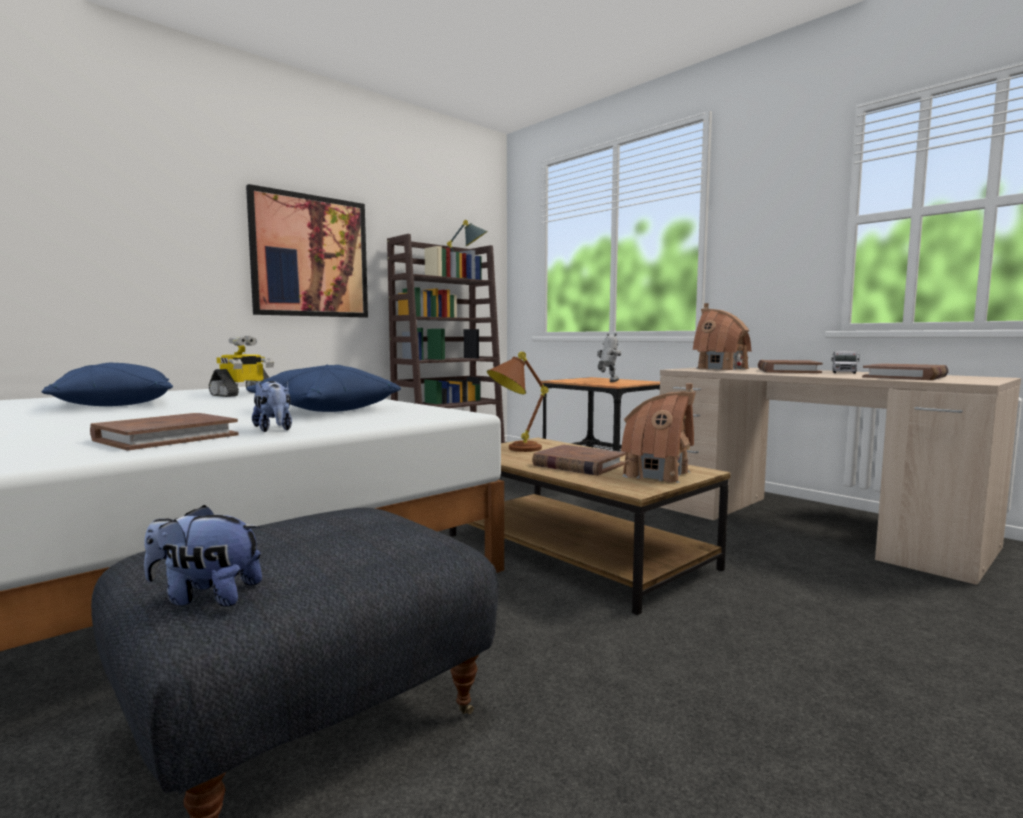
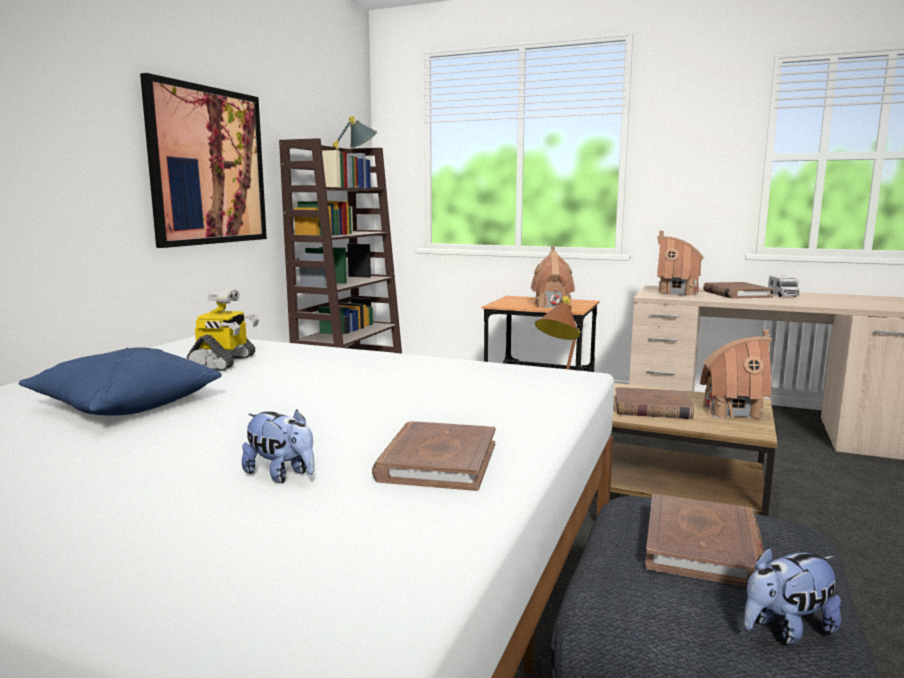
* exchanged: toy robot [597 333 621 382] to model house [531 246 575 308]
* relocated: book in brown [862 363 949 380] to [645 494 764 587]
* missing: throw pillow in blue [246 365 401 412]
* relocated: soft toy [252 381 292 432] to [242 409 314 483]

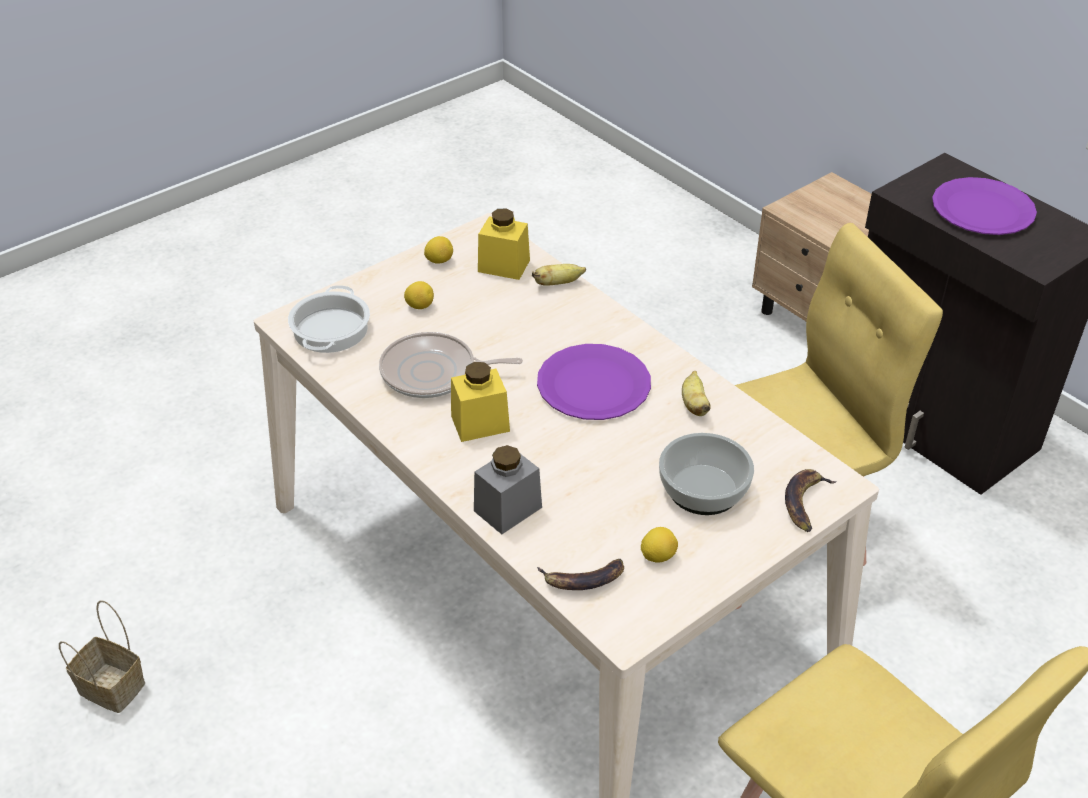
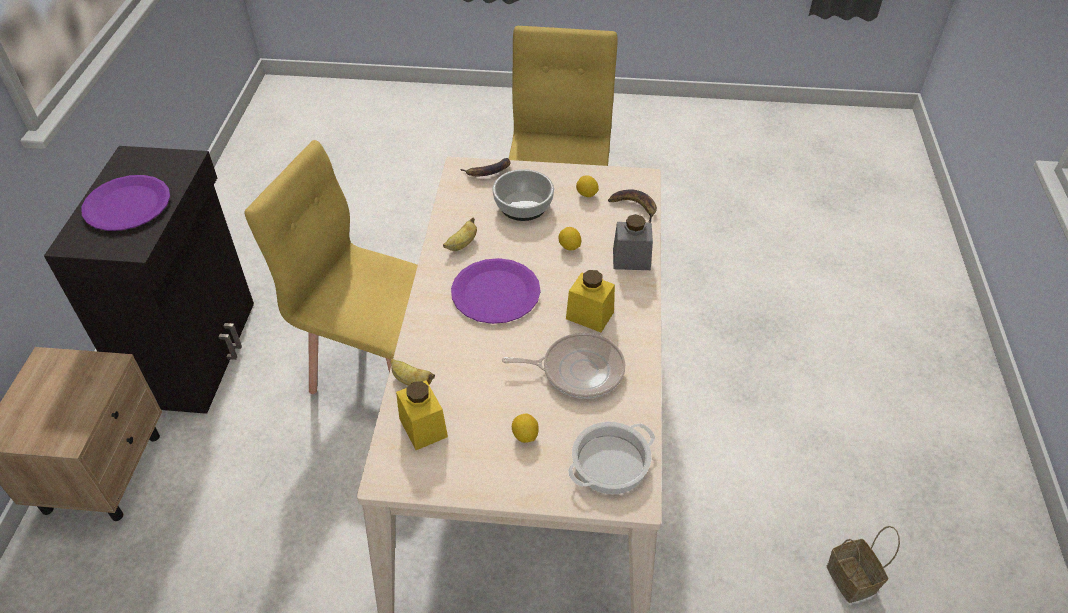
* relocated: citrus fruit [424 236 453 264] to [558 227 581 251]
* spun: pan [379 332 523 398] = [502 333 625 399] 45 degrees counterclockwise

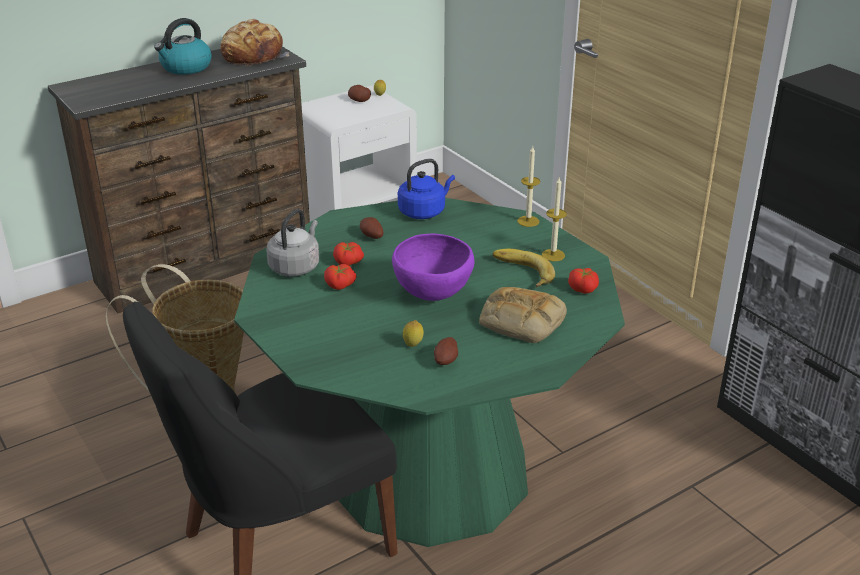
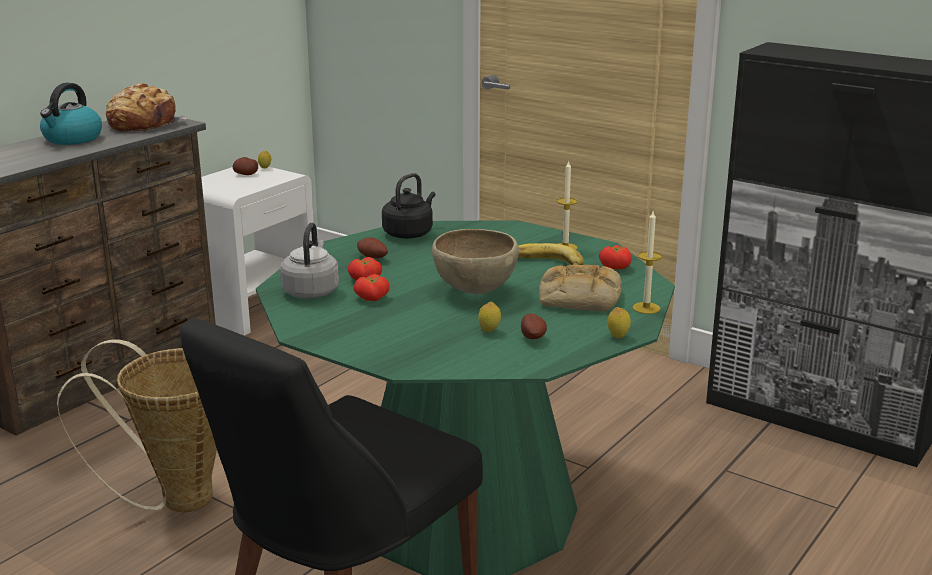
* relocated: candle [517 146 540 227] to [633 211 662 314]
* colour: kettle in blue [398 159 455 219] to kettle in blackish [382 173 435 238]
* colour: deep dish in purplish [392 234 474 301] to deep dish in brown [432 229 519 295]
* appeared: citrus fruit [608 307 631 339]

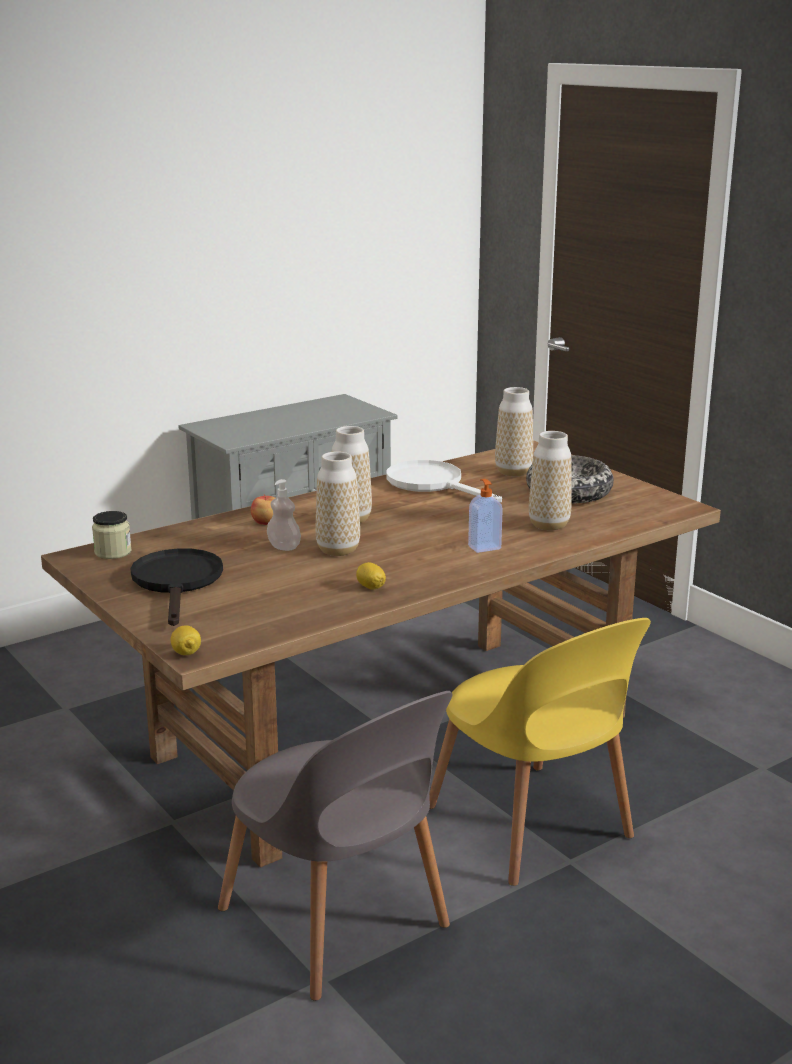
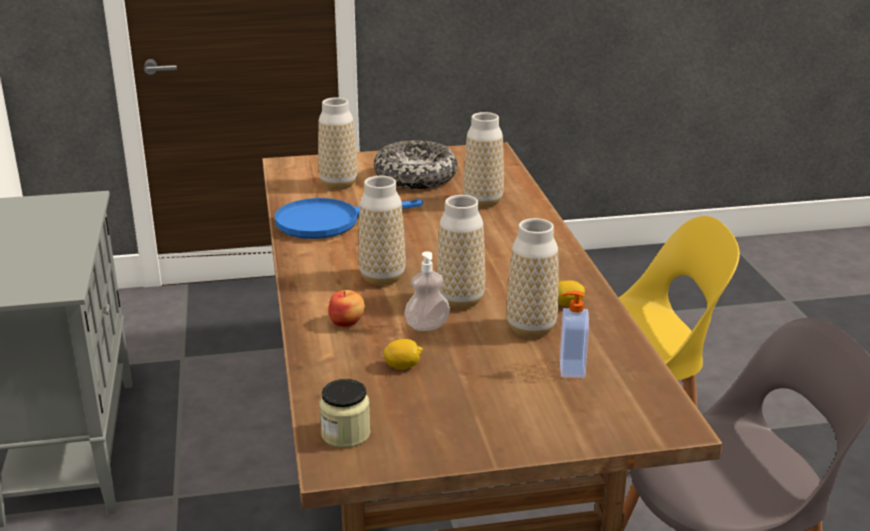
* colour: pan in white [386 460 502 503] to pan in blue [275 198 423 239]
* relocated: liquid soap bottle [468 479 503 553] to [560 291 589 378]
* missing: pan in blackish [130 548 223 626]
* relocated: citrus fruit [170 626 201 655] to [383 339 423 369]
* appeared: vase [507 218 559 338]

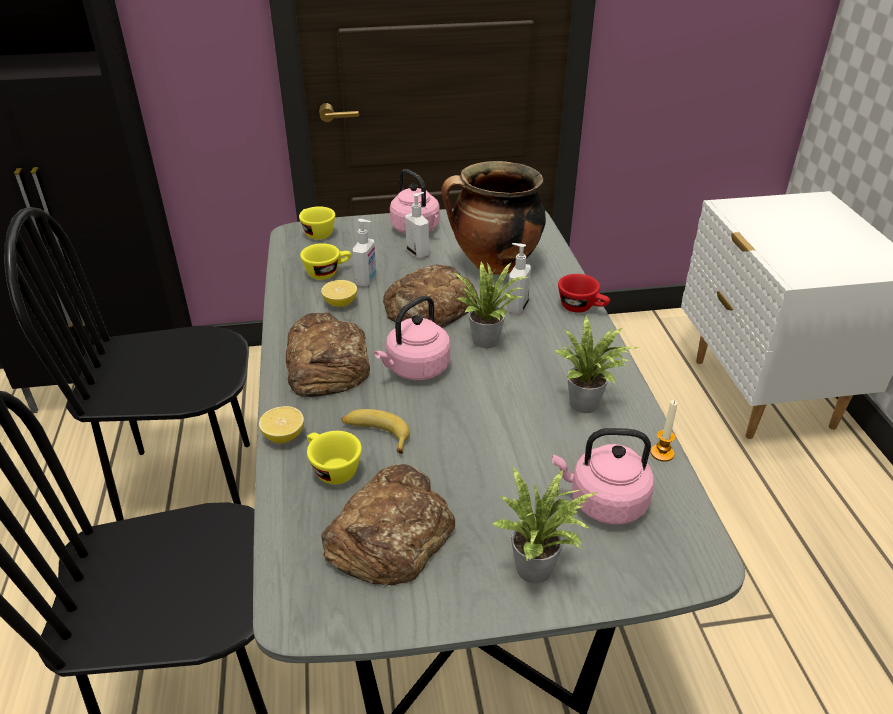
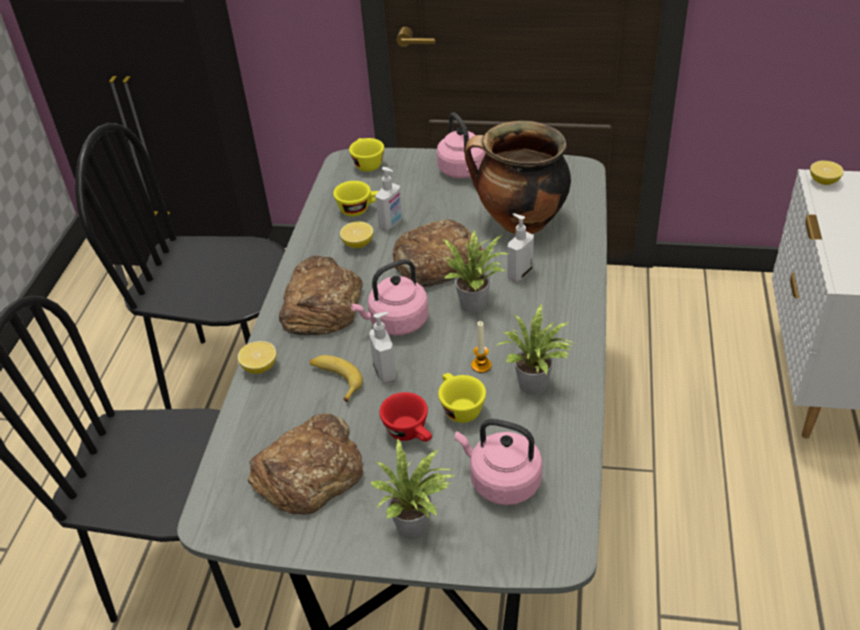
* relocated: liquid soap bottle [405 192 429 258] to [369 312 396 383]
* relocated: small cup in red-coloured [558 274 610 313] to [379 392 432 442]
* relocated: candle [650 400 677 462] to [471 321 492 373]
* relocated: small cup in yellow [307 431 362 485] to [438 373 486 423]
* appeared: citrus fruit [810 161 844 185]

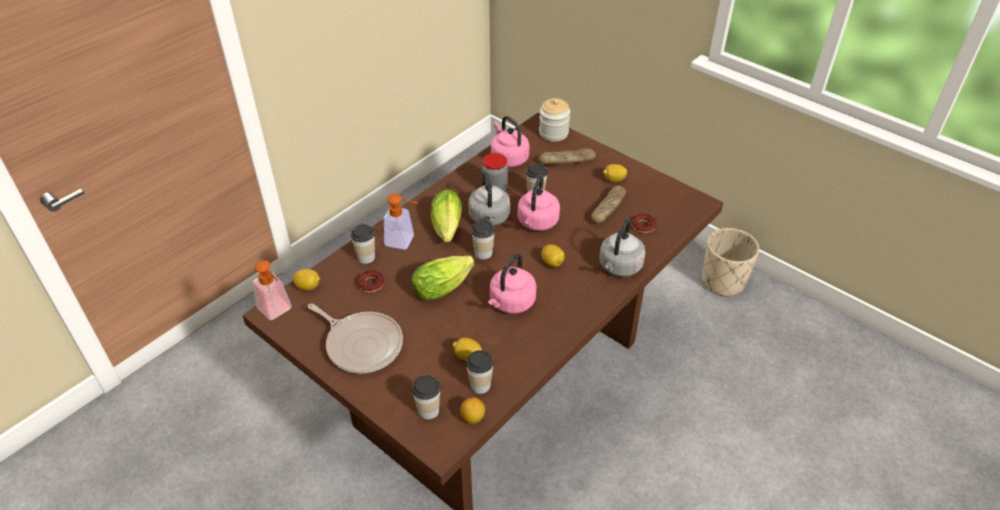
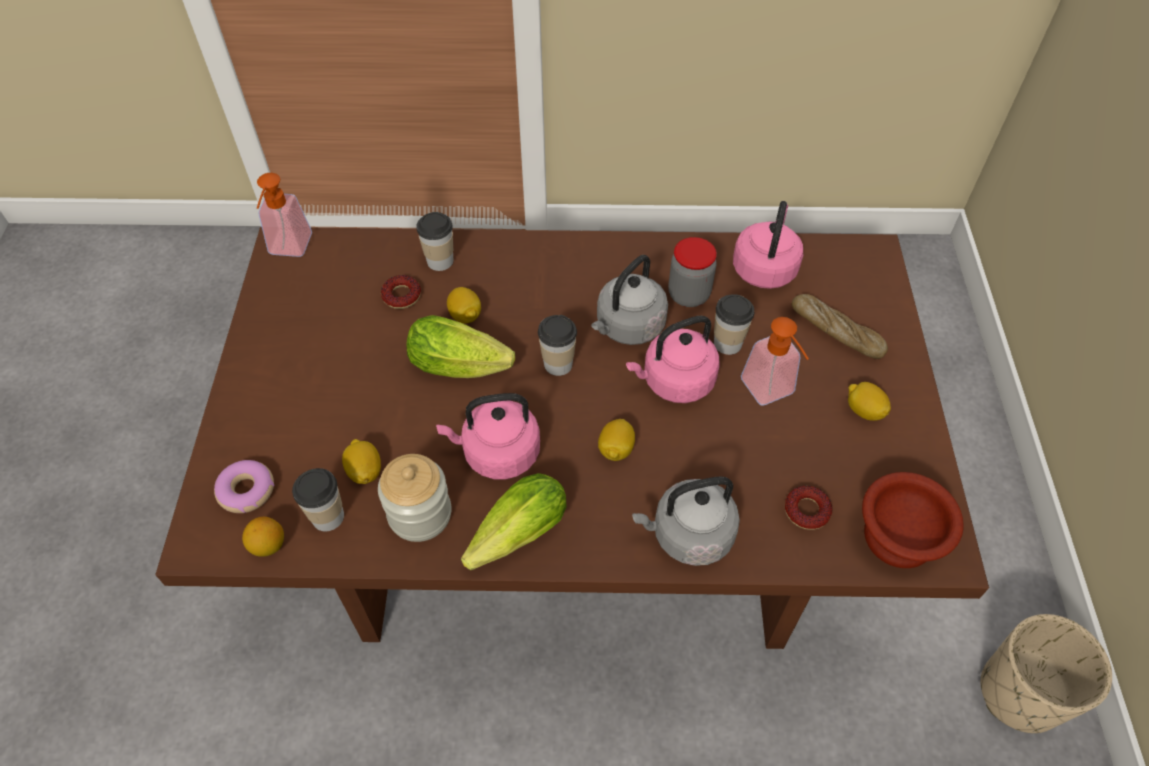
* relocated: storage jar [539 98 570 142] to [378 454 452 542]
* missing: bakery bread [591 185 626 223]
* relocated: lettuce [431 189 462 242] to [461 473 567 570]
* relocated: liquid soap bottle [384 194 418 250] to [741 317 809 406]
* relocated: citrus fruit [293 269 320 291] to [447 287 481 323]
* missing: pan [308 303 403 373]
* exchanged: small cup [412 375 440 420] to doughnut [214 460 274 513]
* appeared: deep dish in brown [862 472 964 568]

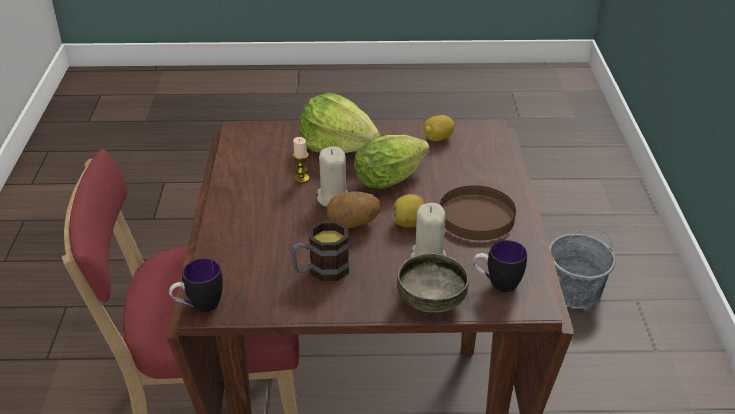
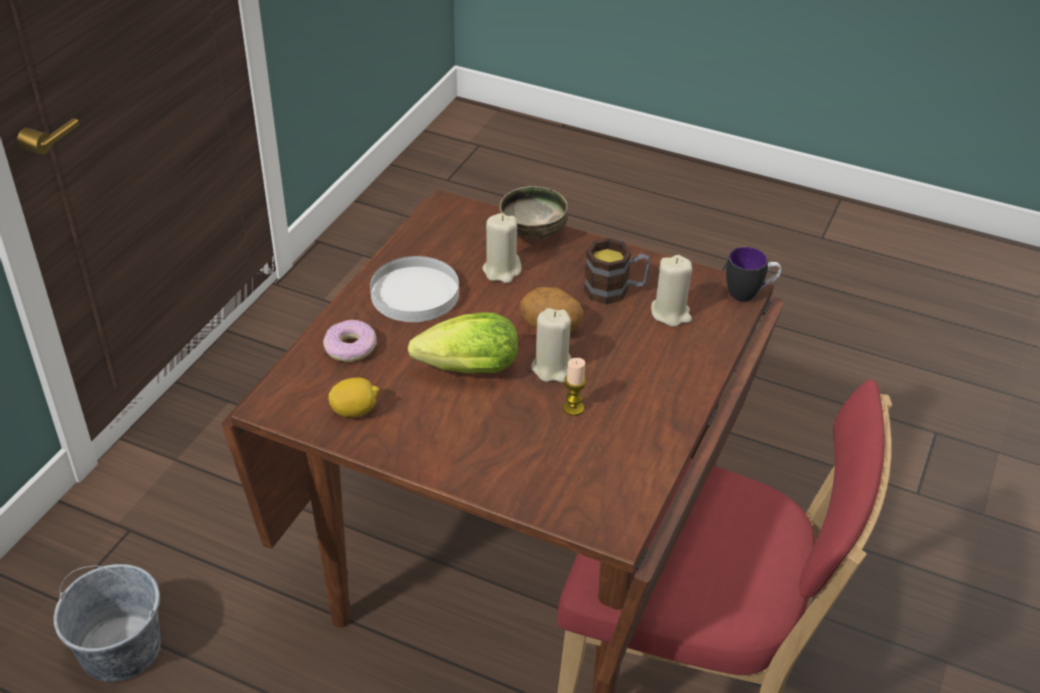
* missing: lettuce [299 93 381 153]
* colour: flat dish in brown [440 185 516 240] to flat dish in white [370 256 459 322]
* missing: citrus fruit [392 194 424 227]
* missing: coffee mug [473 240 527 292]
* appeared: candle in beige-coloured [651 255 692 327]
* appeared: doughnut [323 320 377 362]

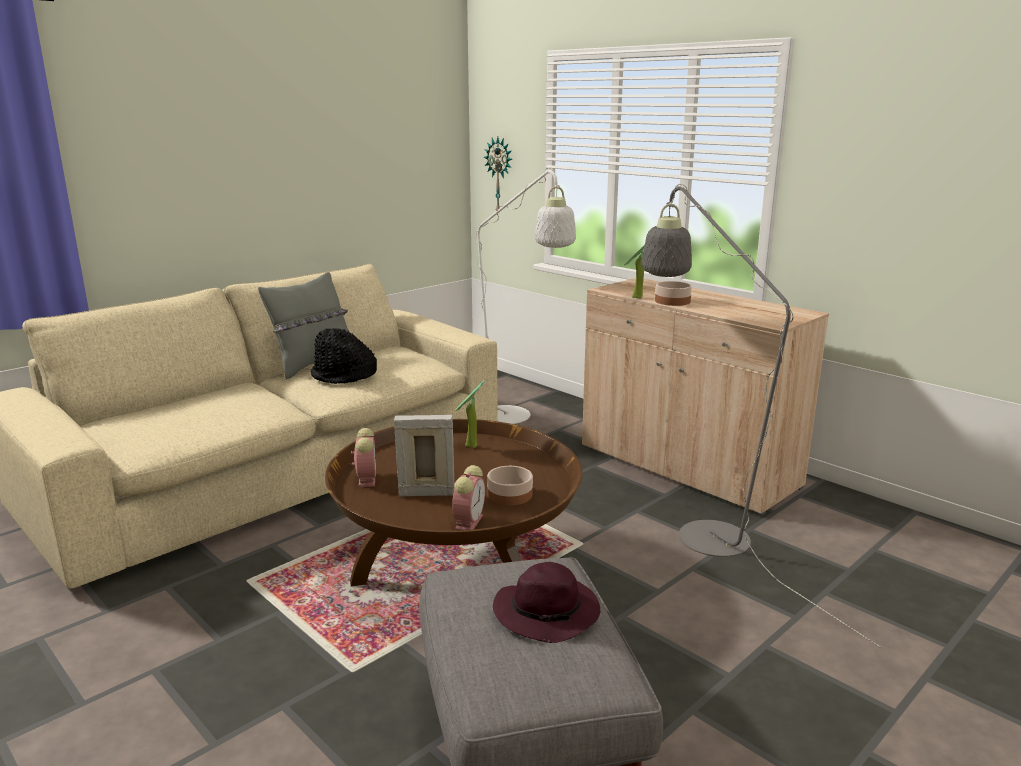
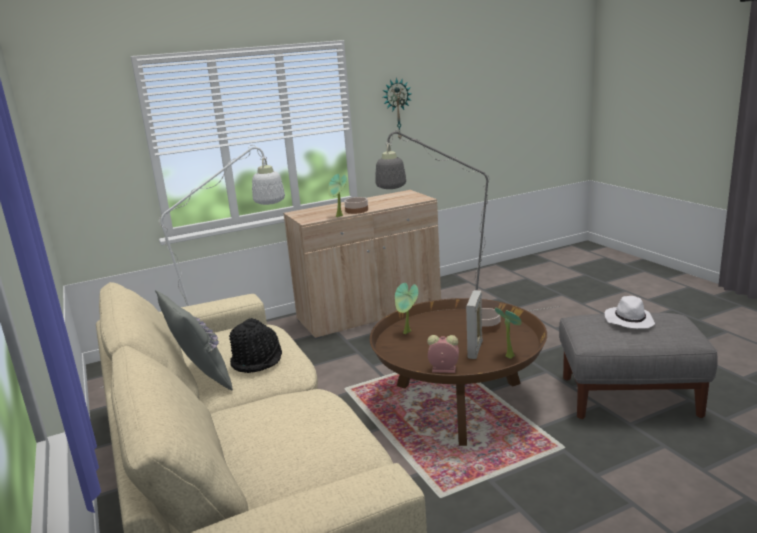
* relocated: clock on the wall [484 137 513 211] to [383 78 412 139]
* missing: alarm clock [452 465 485 530]
* colour: wearable hat in purplish [493 562 600 643] to wearable hat in white [604 296 655 328]
* appeared: potted plant [495 308 521 359]

